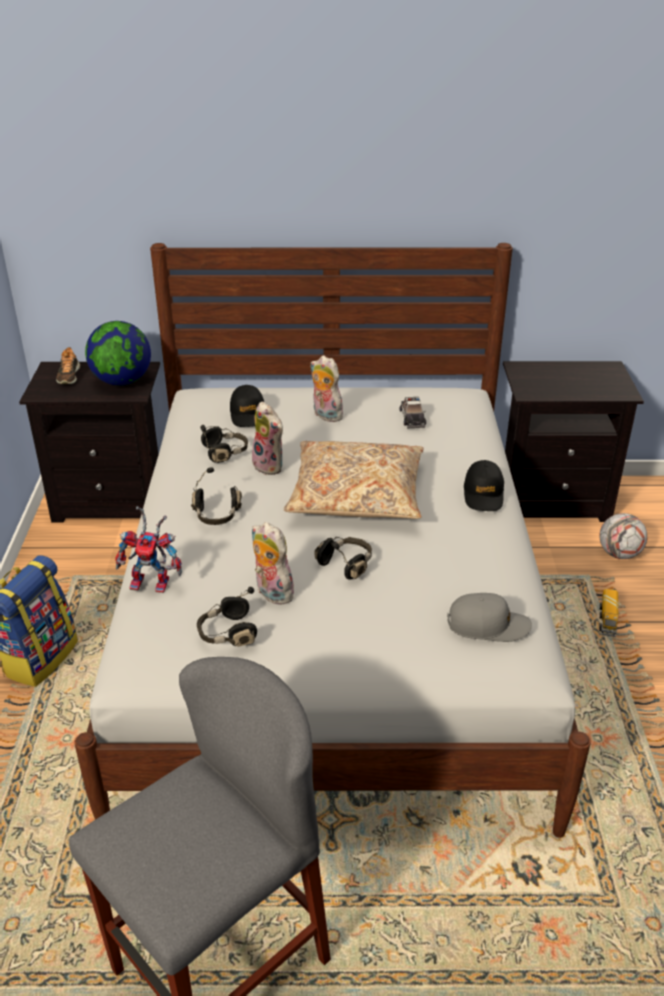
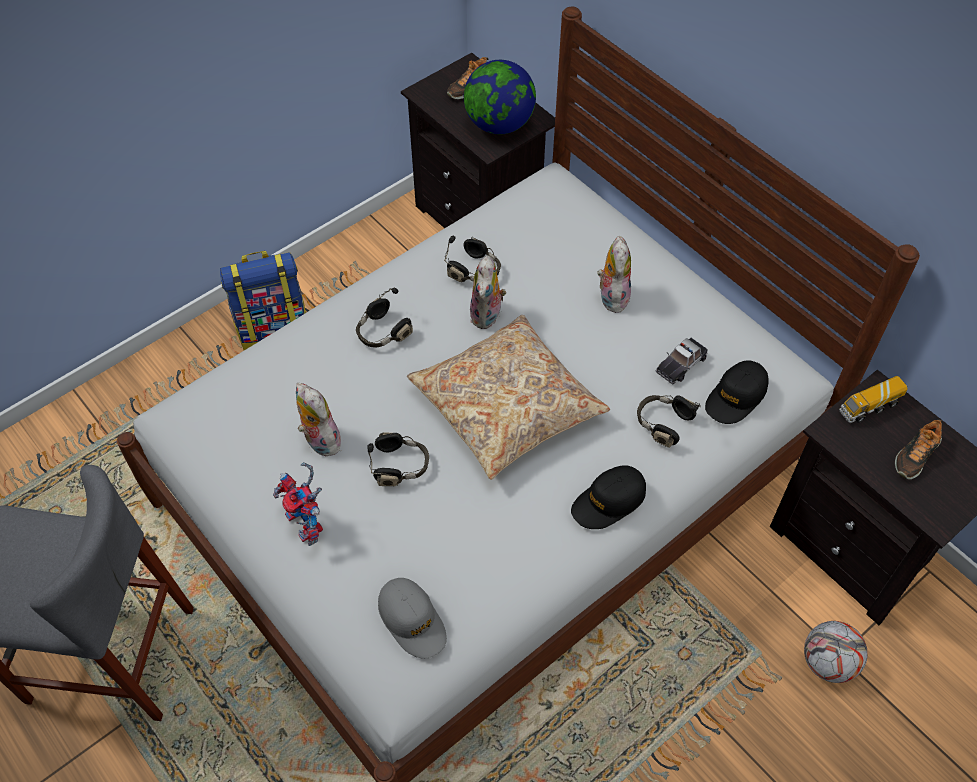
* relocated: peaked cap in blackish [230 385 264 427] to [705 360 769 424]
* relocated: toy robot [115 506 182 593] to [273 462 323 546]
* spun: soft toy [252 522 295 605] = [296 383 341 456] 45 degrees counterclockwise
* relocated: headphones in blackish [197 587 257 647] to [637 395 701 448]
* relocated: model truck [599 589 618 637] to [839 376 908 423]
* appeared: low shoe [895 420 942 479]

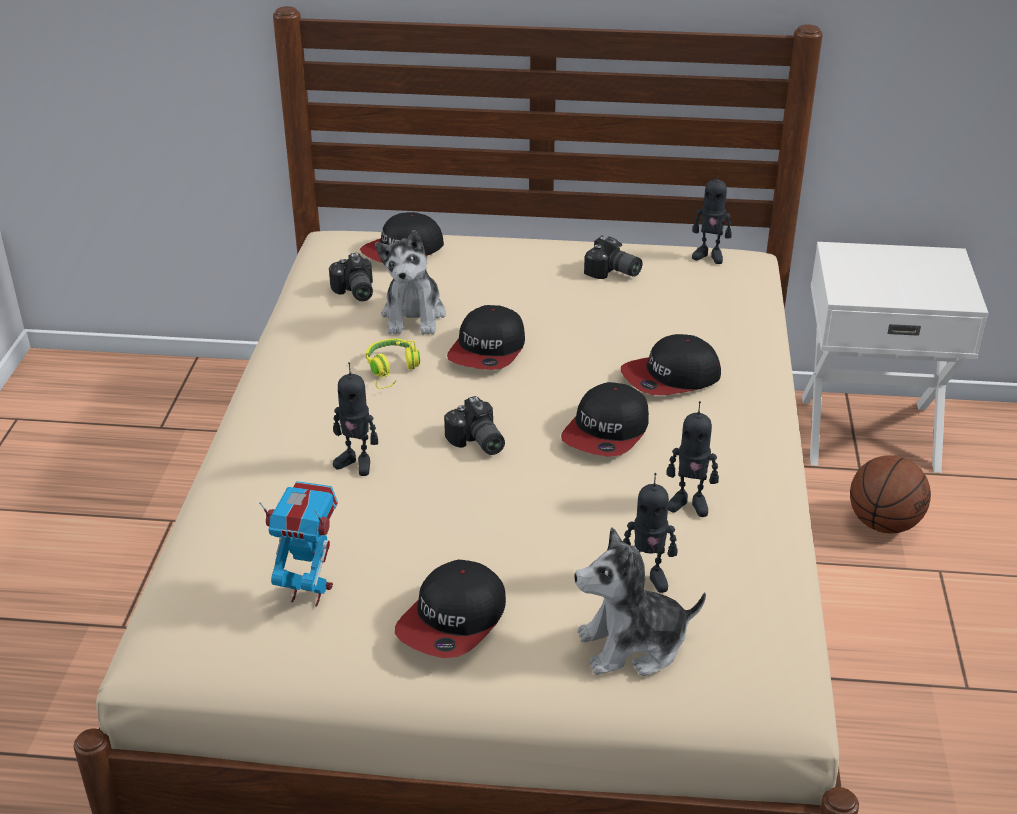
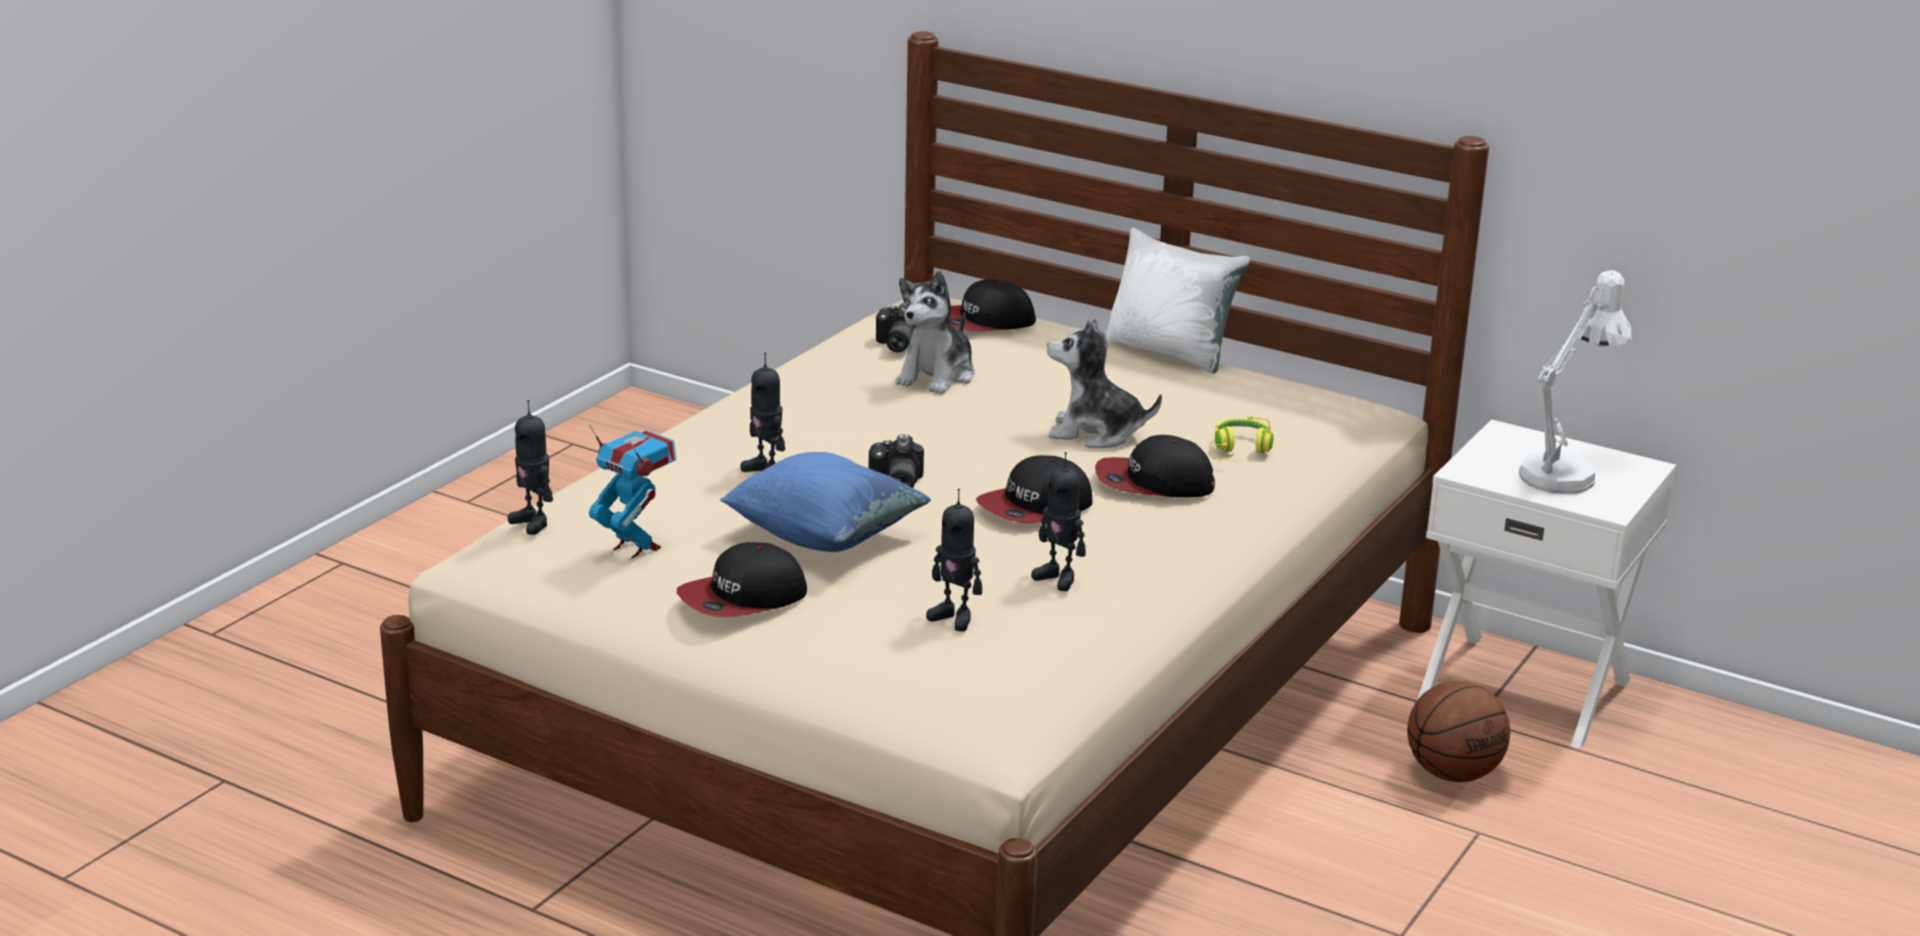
* relocated: toy robot [692 169 732 264] to [508 400 553 535]
* missing: photo camera [584 235 643 279]
* missing: peaked cap [447 305 525 370]
* relocated: headphones in yellow [366 339 420 389] to [1209 416 1274 460]
* relocated: soft toy [574 527 706 676] to [1047 319 1162 448]
* appeared: throw pillow in white [1106 228 1250 373]
* appeared: lamp for a table in white [1519 270 1632 494]
* appeared: throw pillow in blue [720 452 931 552]

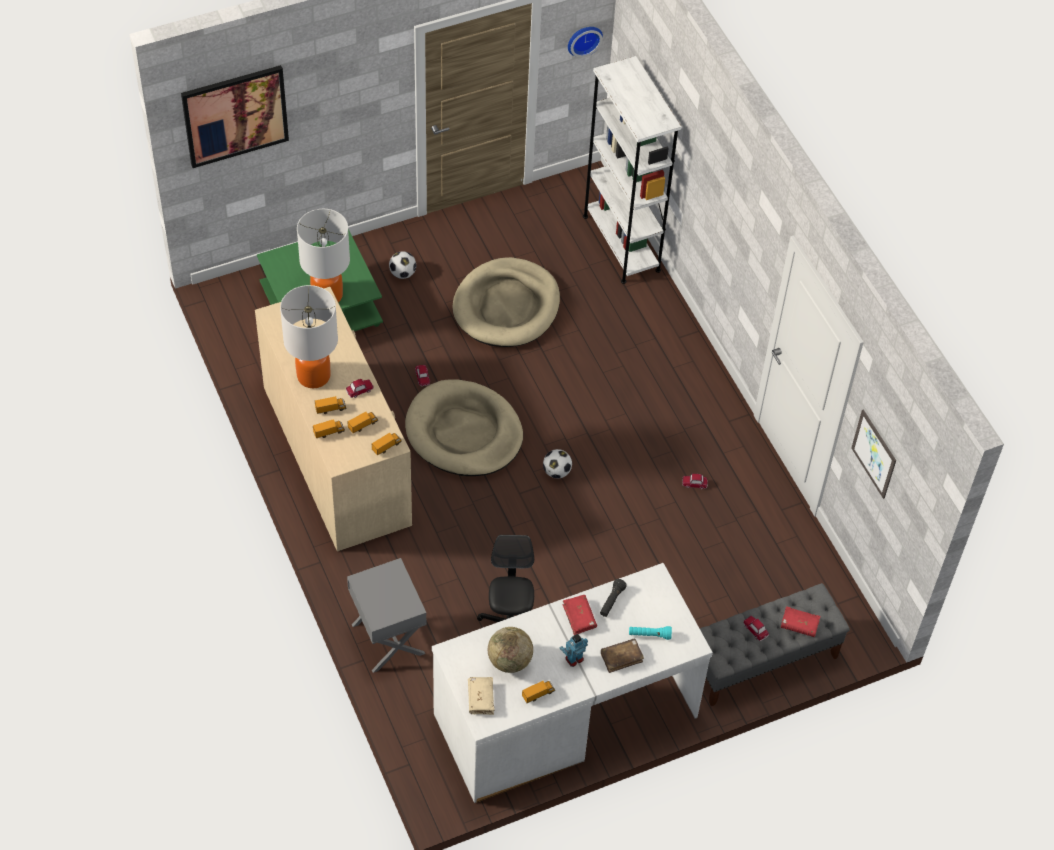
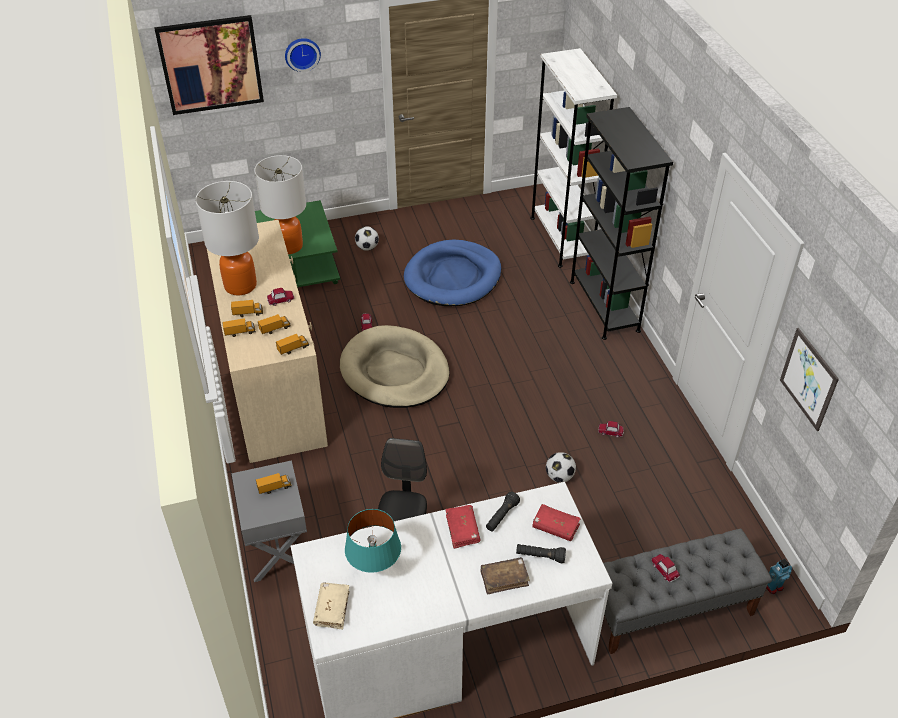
* relocated: clock on the wall [568 27 603 57] to [285 38 321 72]
* colour: pet bed in beige-coloured [452 257 560 347] to pet bed in blue [404 240 501 306]
* relocated: football [543 449 572 479] to [546 452 576 482]
* relocated: book in red-coloured [781 606 821 637] to [532 504 581 541]
* colour: torch in turquoise-coloured [629 626 672 640] to torch in blackish [516 544 566 563]
* exchanged: desk globe [488 627 533 673] to lamp for a table in turquoise-coloured [345 509 401 573]
* relocated: toy robot [560 634 588 667] to [766 559 792 594]
* relocated: model truck [522 681 555 703] to [256 473 292 494]
* appeared: bookshelf in blackish [570 107 673 340]

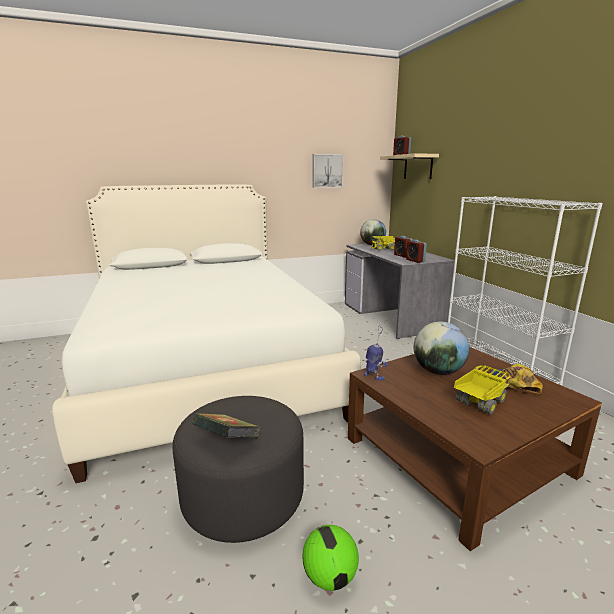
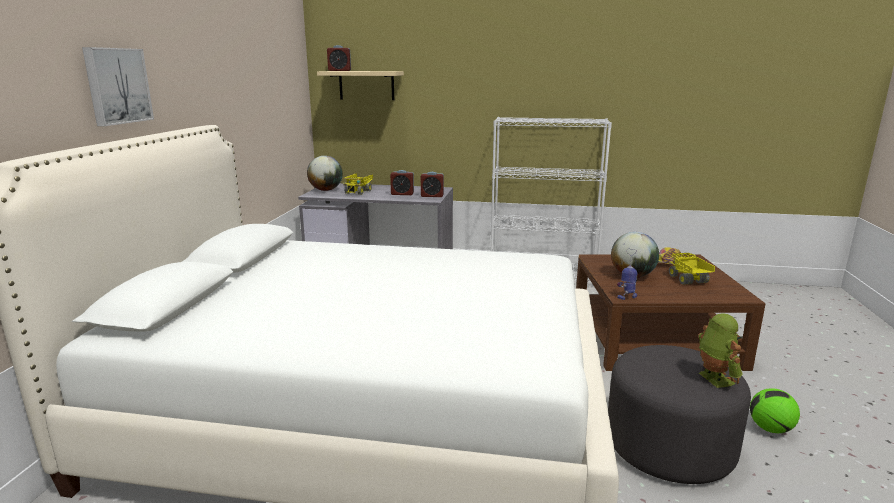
* relocated: wall art [313 154 343 188] to [82 47 154 126]
* exchanged: book [192 413 260 438] to toy robot [698 313 742 388]

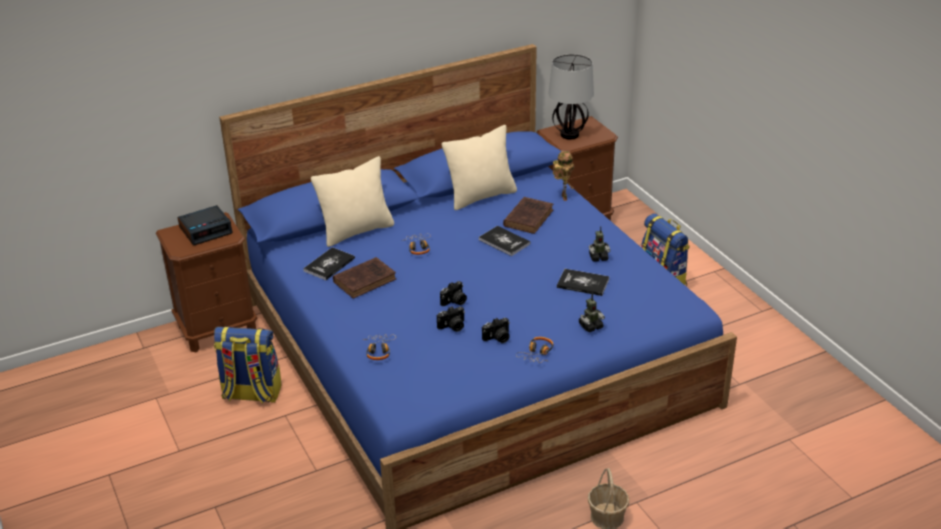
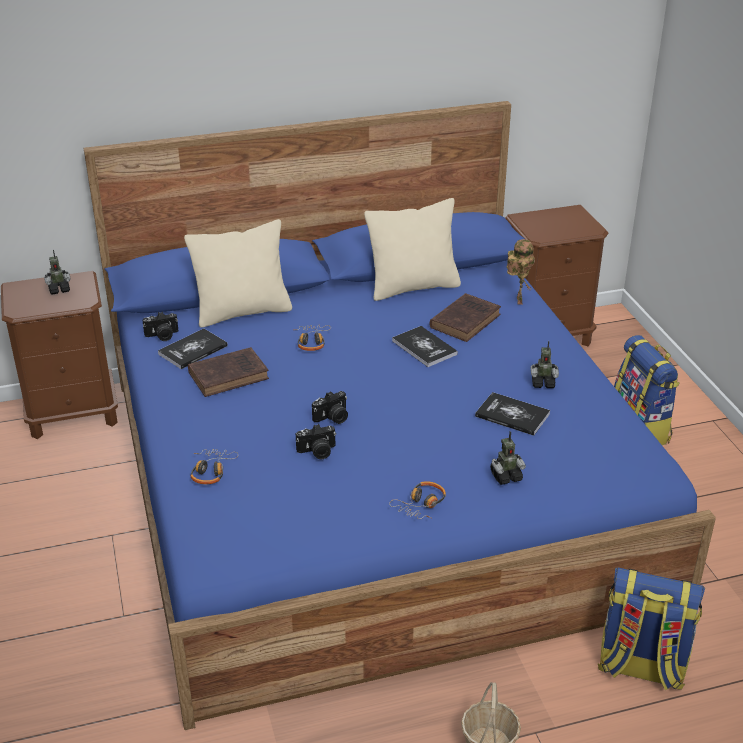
* missing: lamp for a table [549 54 594 140]
* exchanged: alarm clock [178 205 233 245] to toy robot [44 250 70 294]
* relocated: photo camera [482 318 510 343] to [143 312 178 341]
* relocated: rucksack [214 326 281 404] to [598 568 705 691]

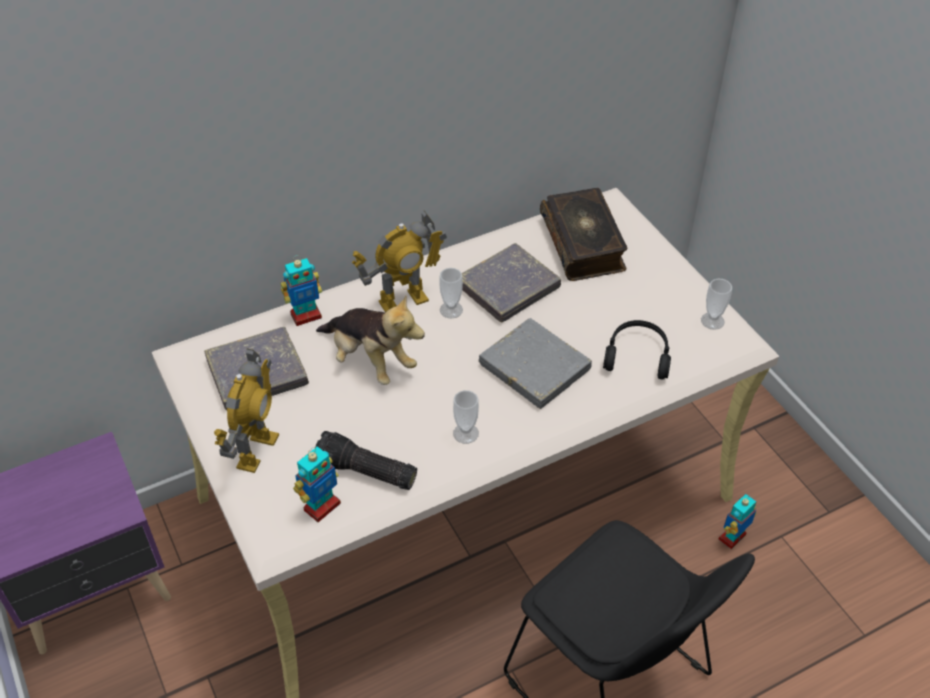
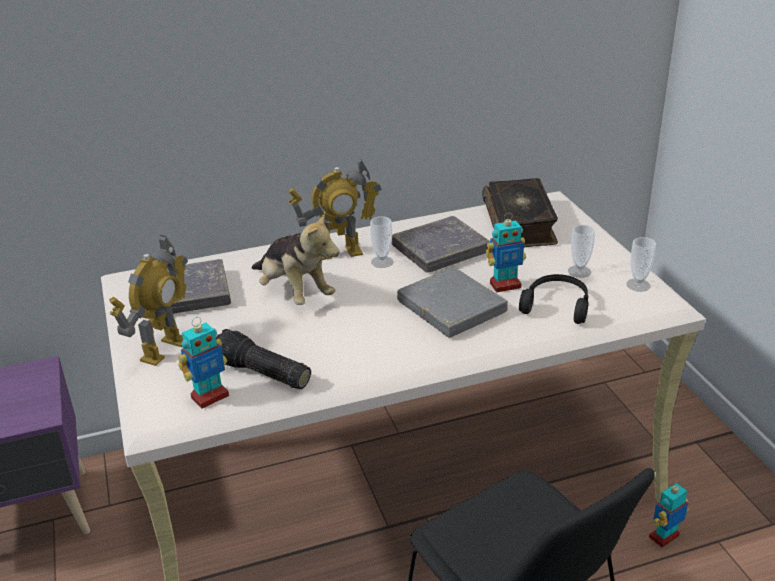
* relocated: toy robot [281 255 322 326] to [486 213 526 293]
* relocated: small cup [453 390 479 444] to [568 225 595 278]

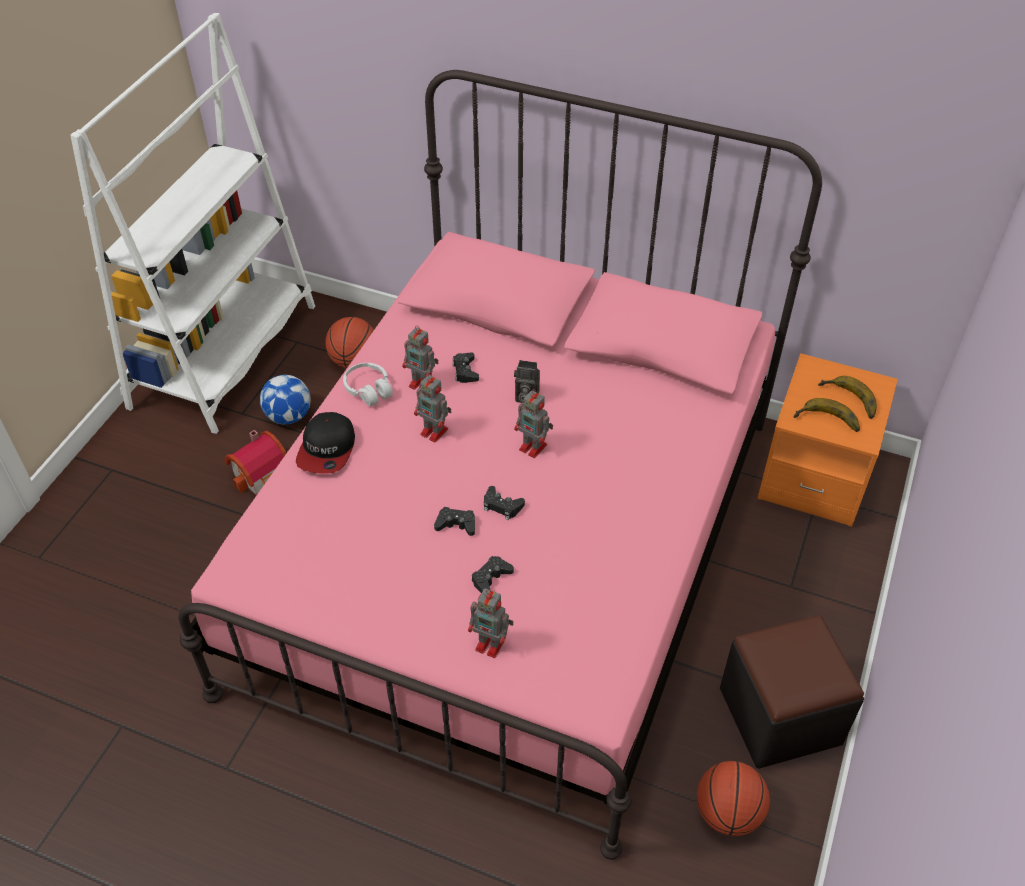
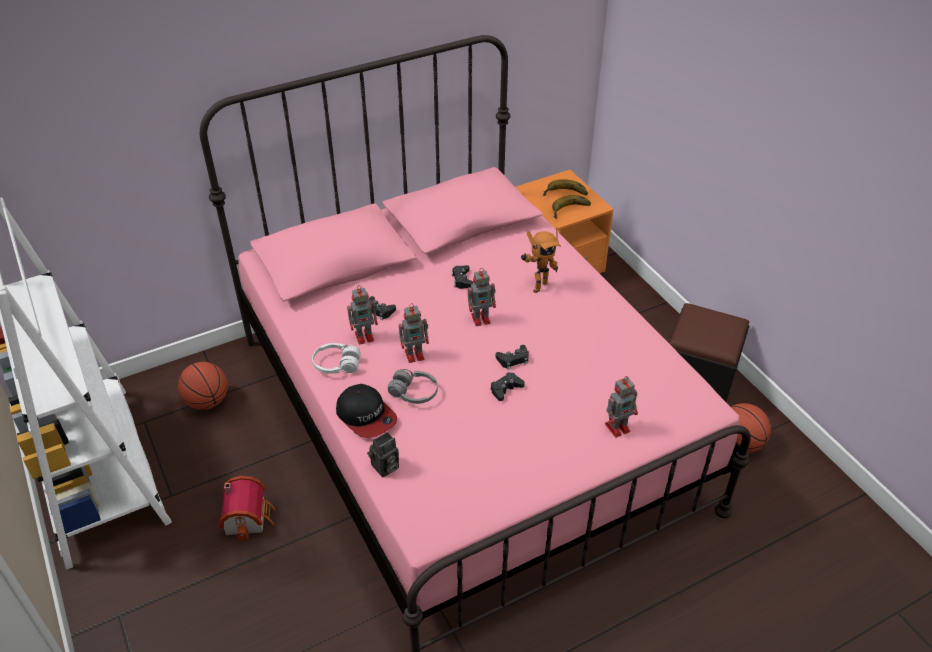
* relocated: photo camera [514 360 540 403] to [367 432 399 477]
* missing: football [260 375 310 424]
* relocated: gamepad in blackish [472 556 514 593] to [452 265 474 289]
* appeared: toy robot [521 227 561 293]
* appeared: headphones in grey [388 369 438 404]

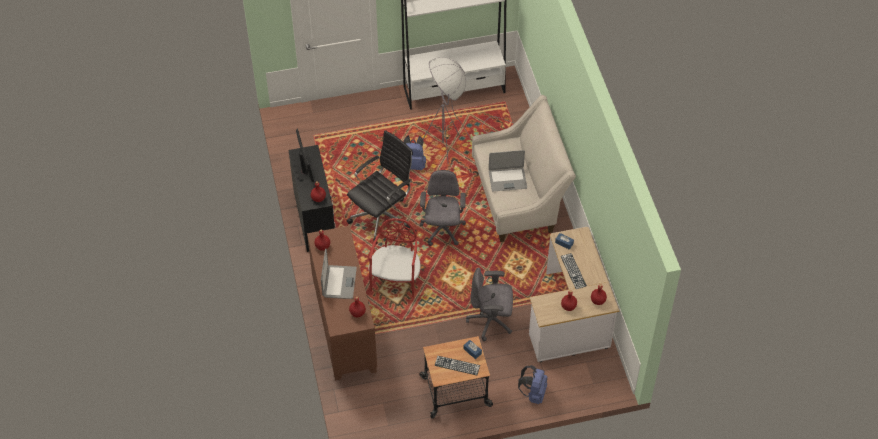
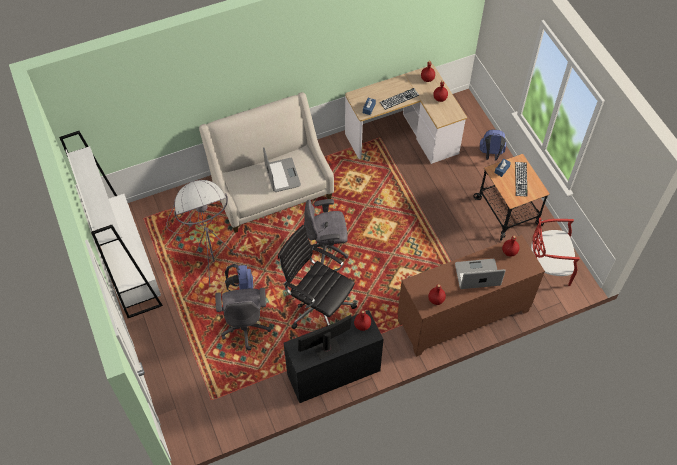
* relocated: chair in red-coloured [368 218 421 297] to [531 218 580 286]
* relocated: office chair in grey [466 268 513 341] to [215 288 271 350]

